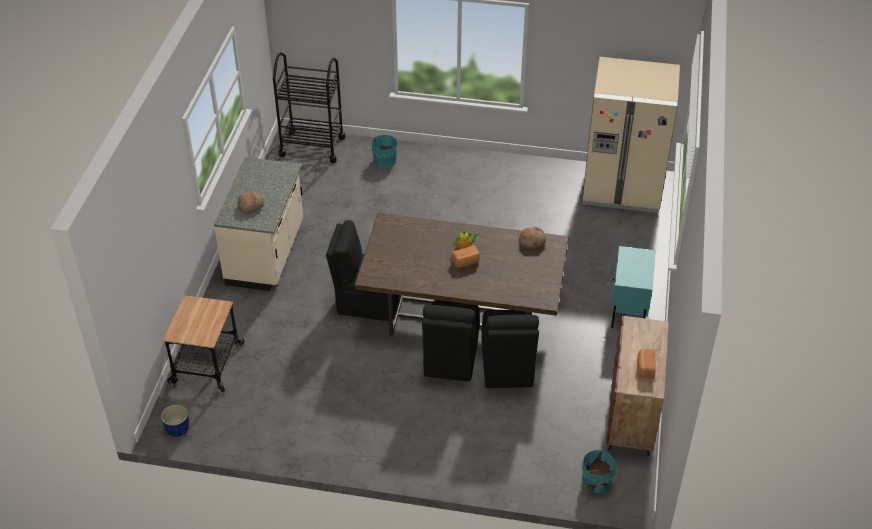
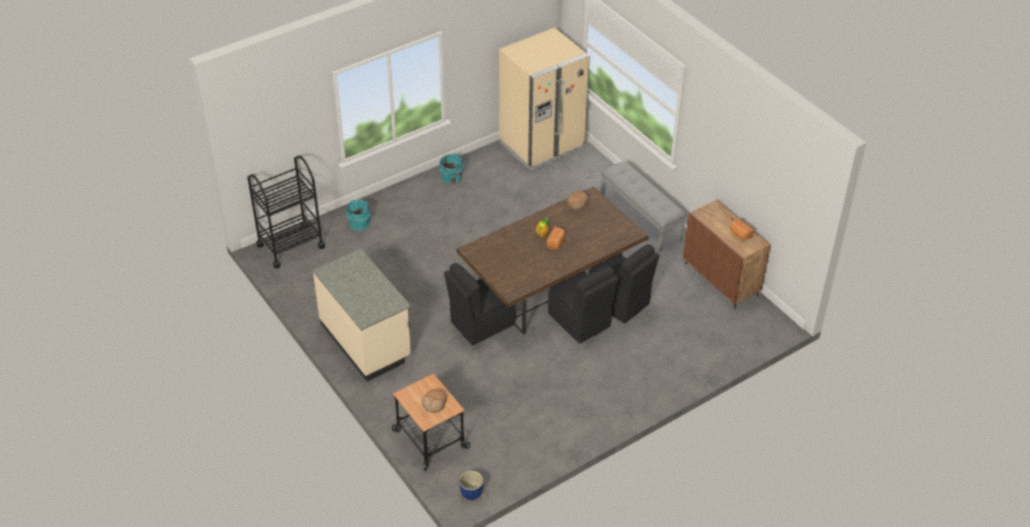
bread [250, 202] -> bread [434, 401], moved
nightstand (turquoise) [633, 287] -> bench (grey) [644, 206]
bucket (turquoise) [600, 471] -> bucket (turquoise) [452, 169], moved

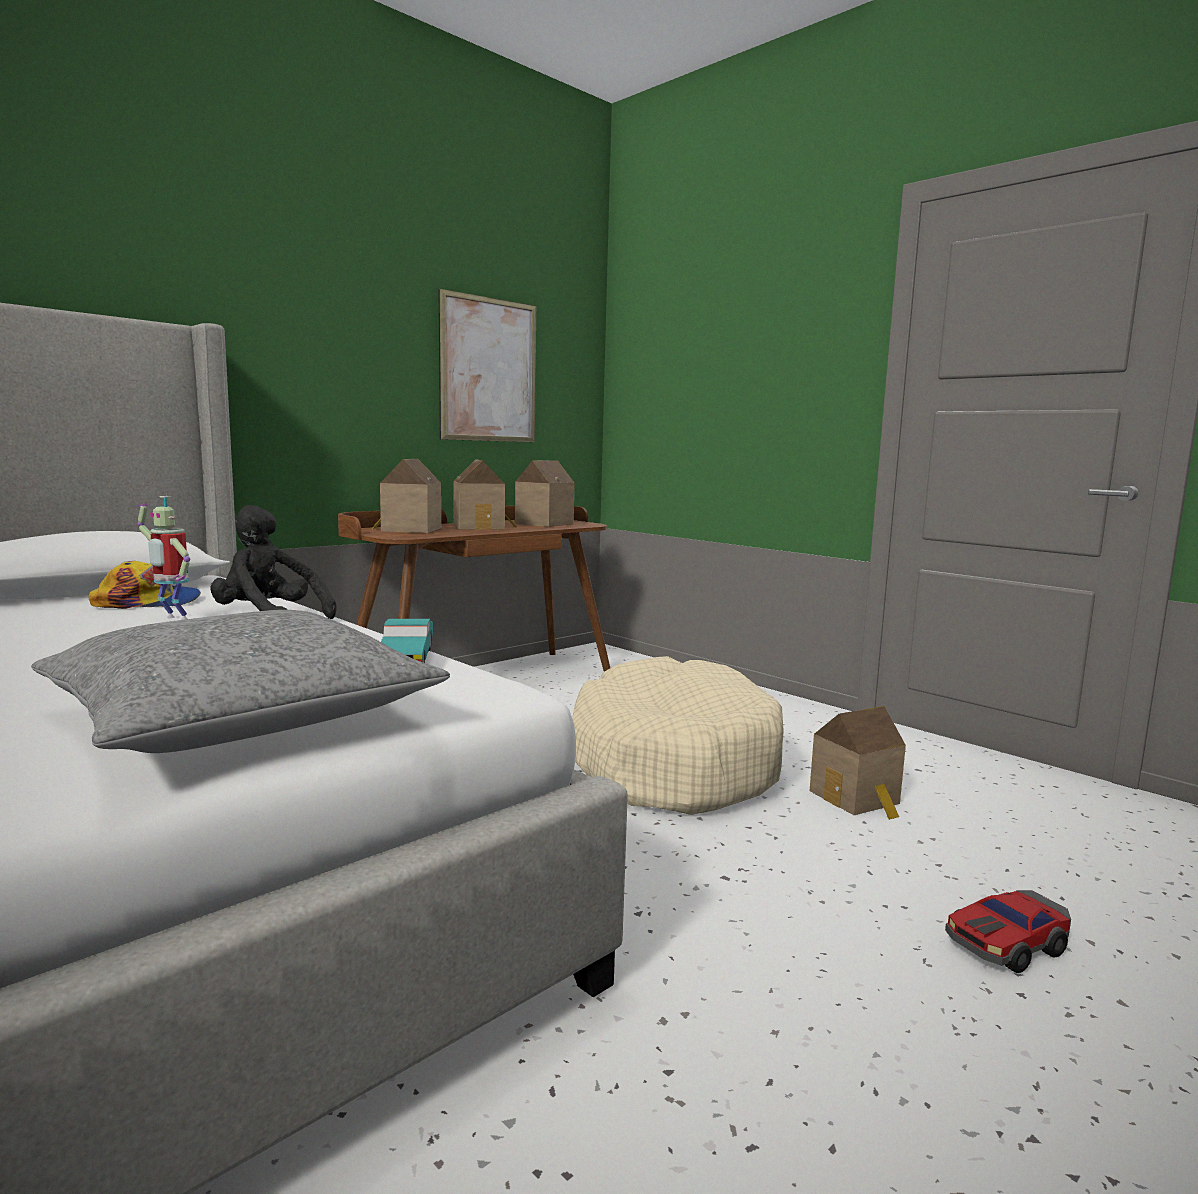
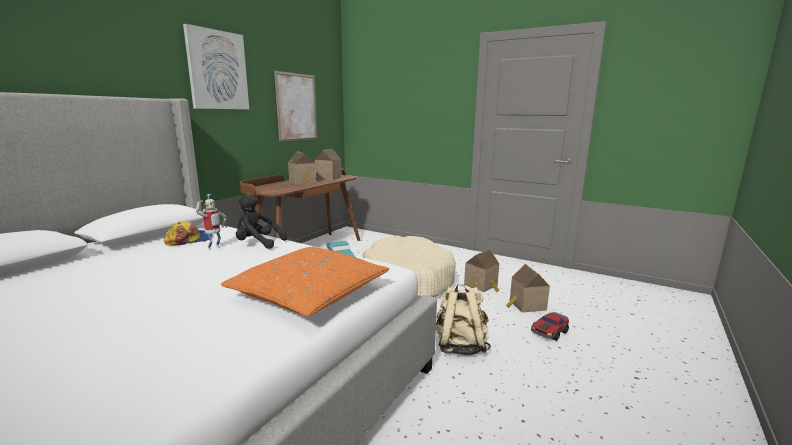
toy house [406, 496] -> toy house [528, 288], moved
toy robot [162, 558] -> toy robot [211, 222], 75 degrees counterclockwise
pillow (grey) [240, 681] -> pillow (orange) [305, 282]
none -> picture [216, 66]
none -> backpack (beige) [463, 319]

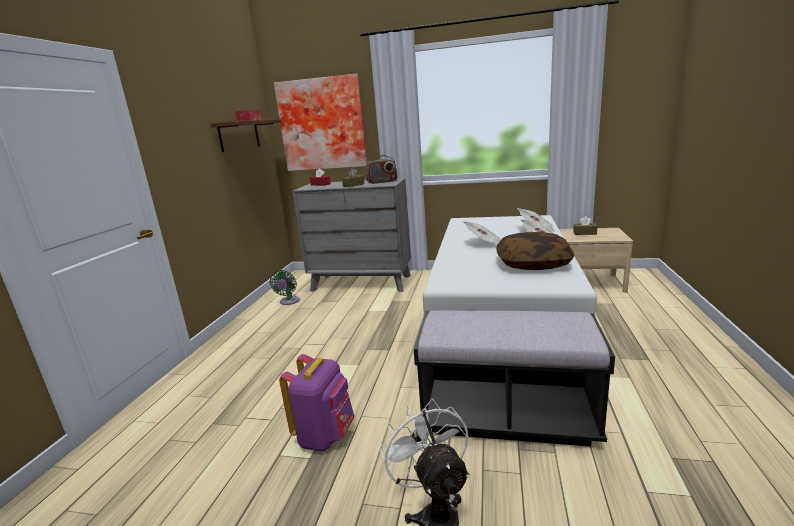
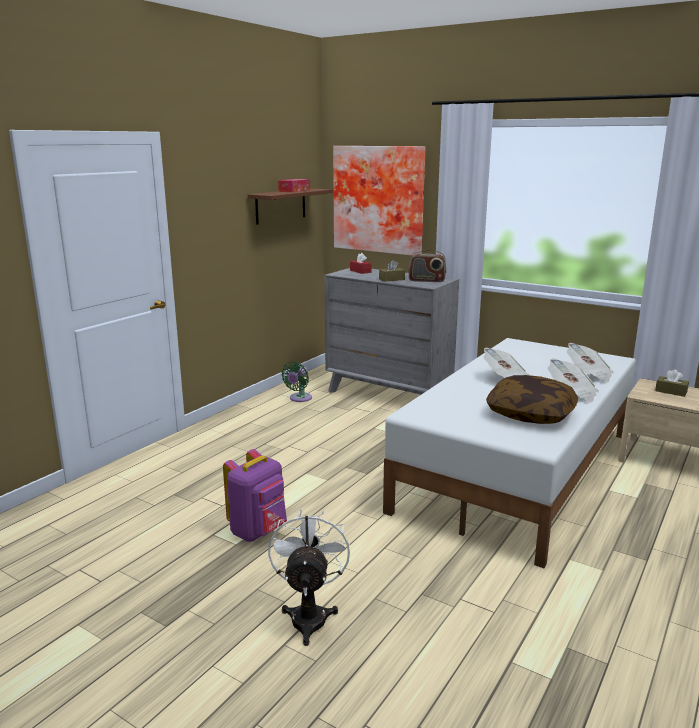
bench (black) [514, 379] -> none

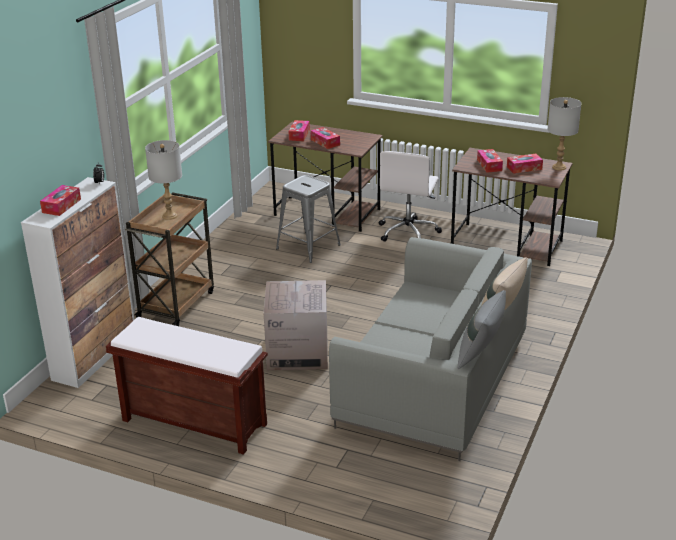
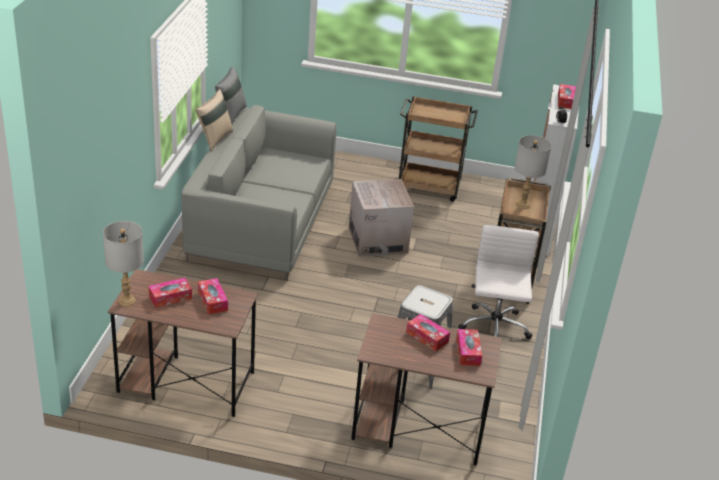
office chair (white) [410, 196] -> office chair (white) [498, 282], moved
bench (brown) [187, 386] -> cart (brown) [438, 149]

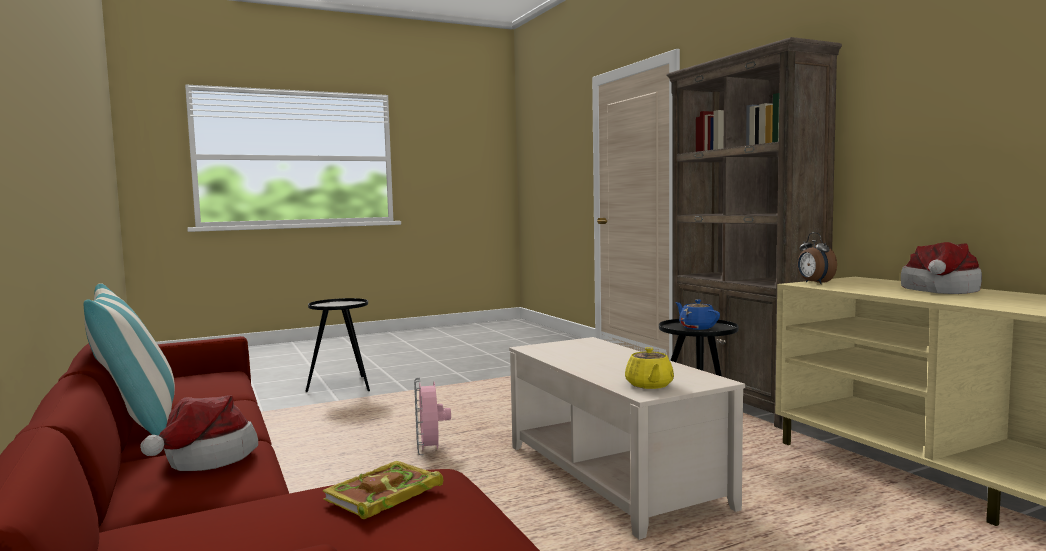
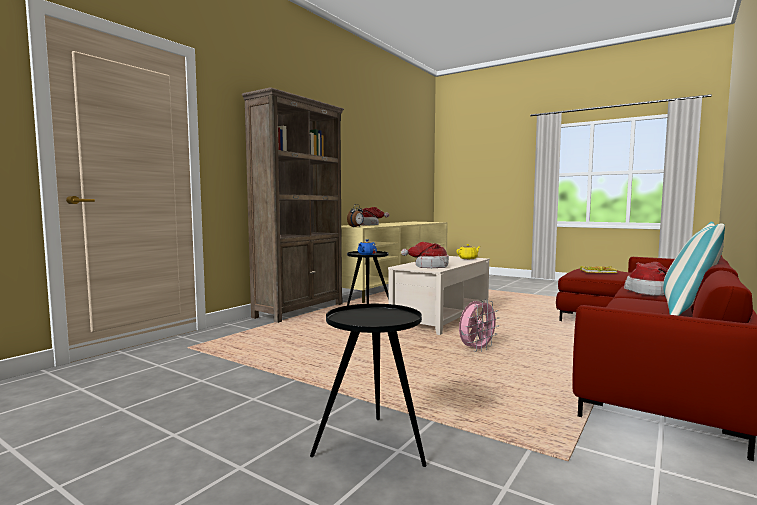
none -> hat [425, 255]

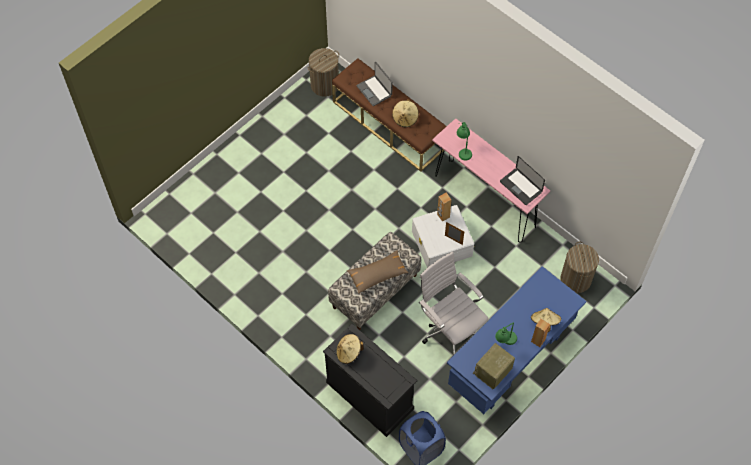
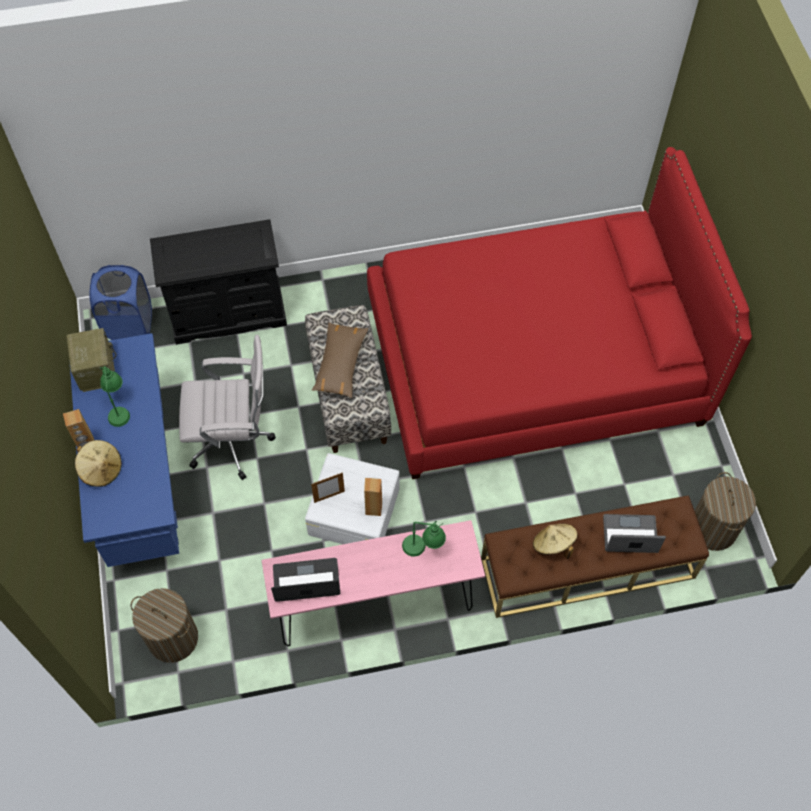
hat (beige) [350, 349] -> none
none -> bed (red) [559, 313]

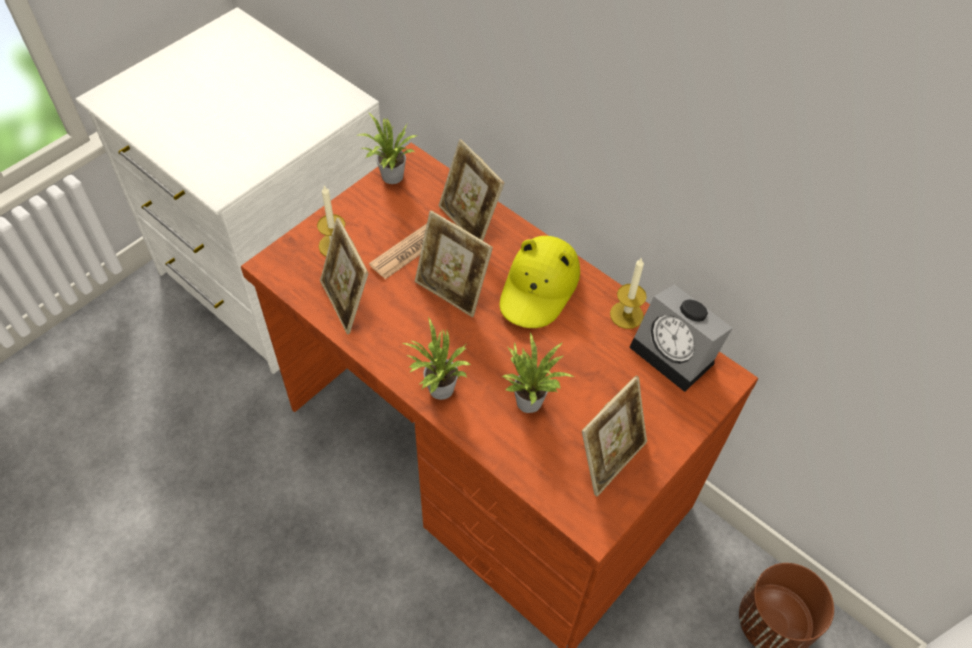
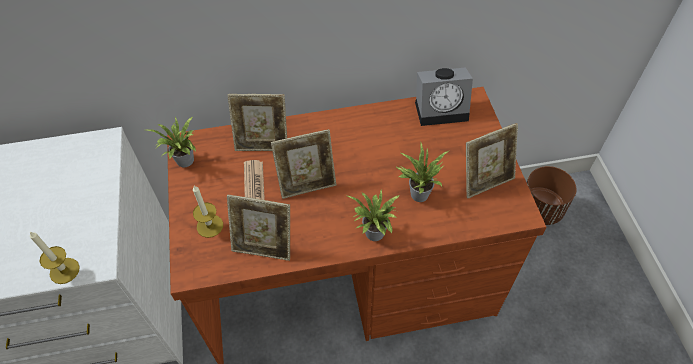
hat (yellow) [540, 282] -> none
candle [628, 293] -> candle [54, 257], moved
picture frame [614, 435] -> picture frame [492, 160], 75 degrees clockwise

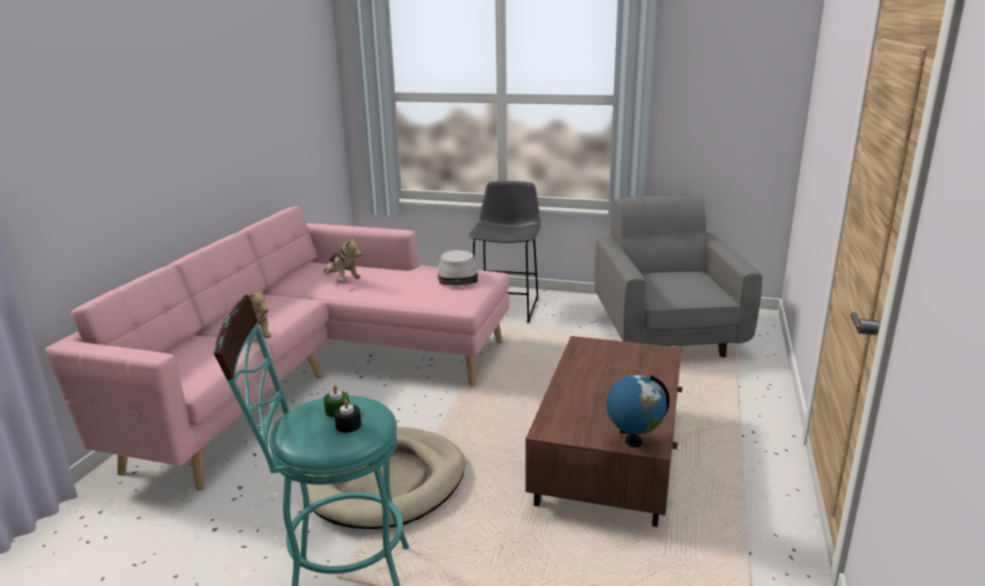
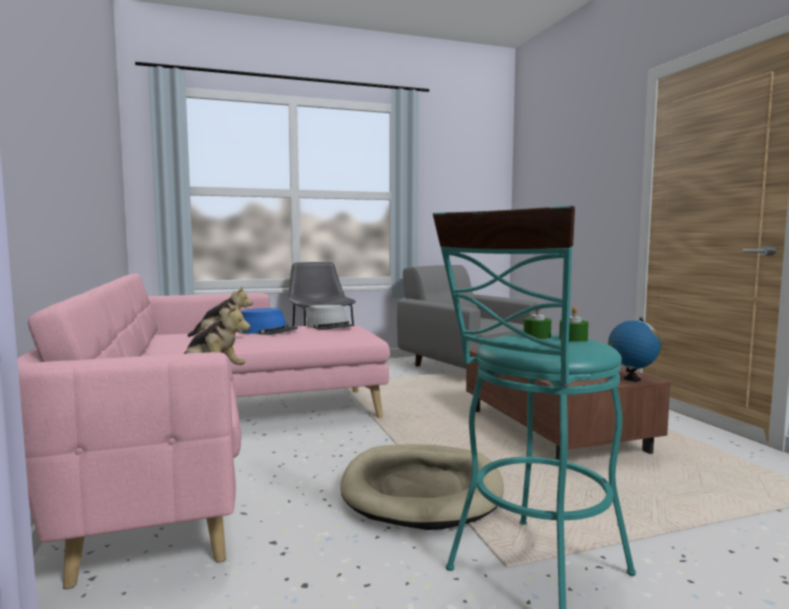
candle (black) [347, 416] -> candle (green) [574, 324]
none -> hat (blue) [269, 321]

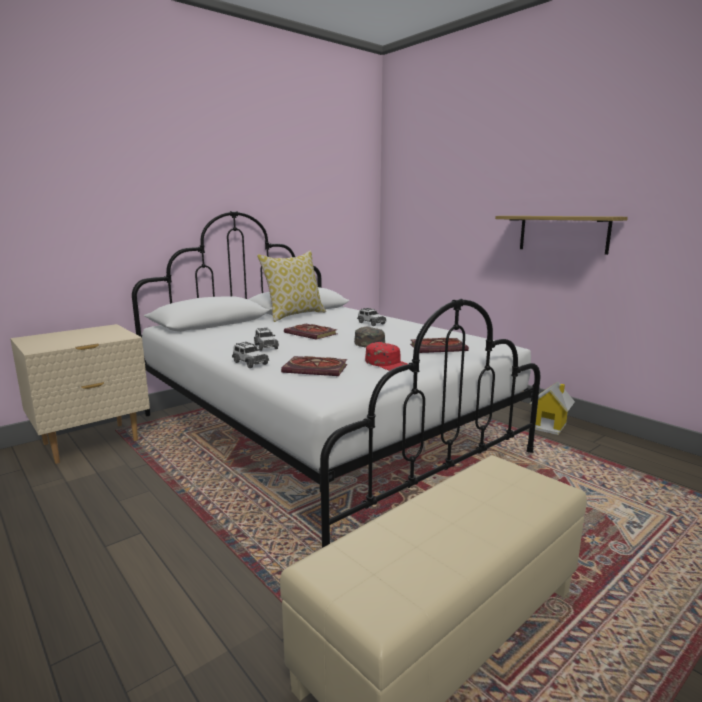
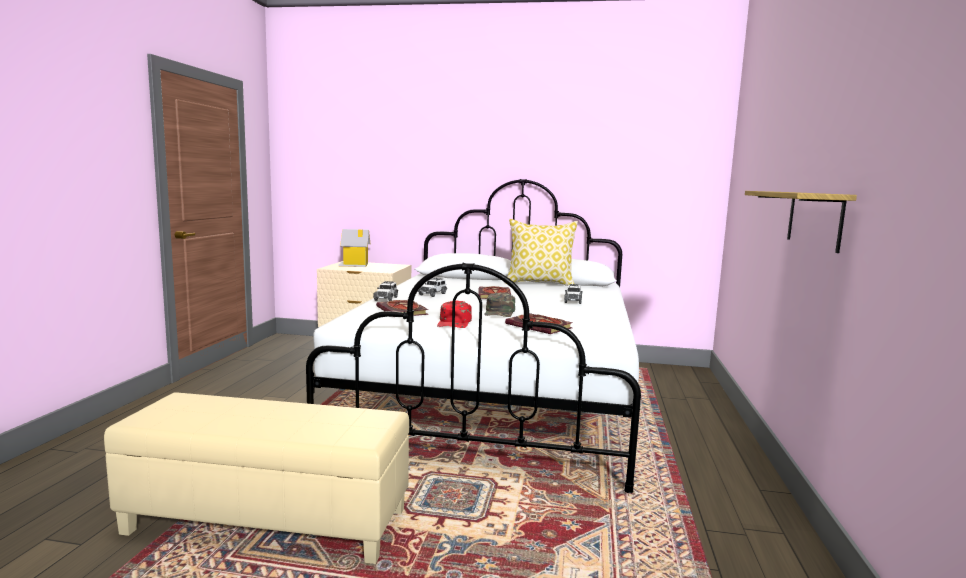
toy house [552, 408] -> toy house [354, 248], moved

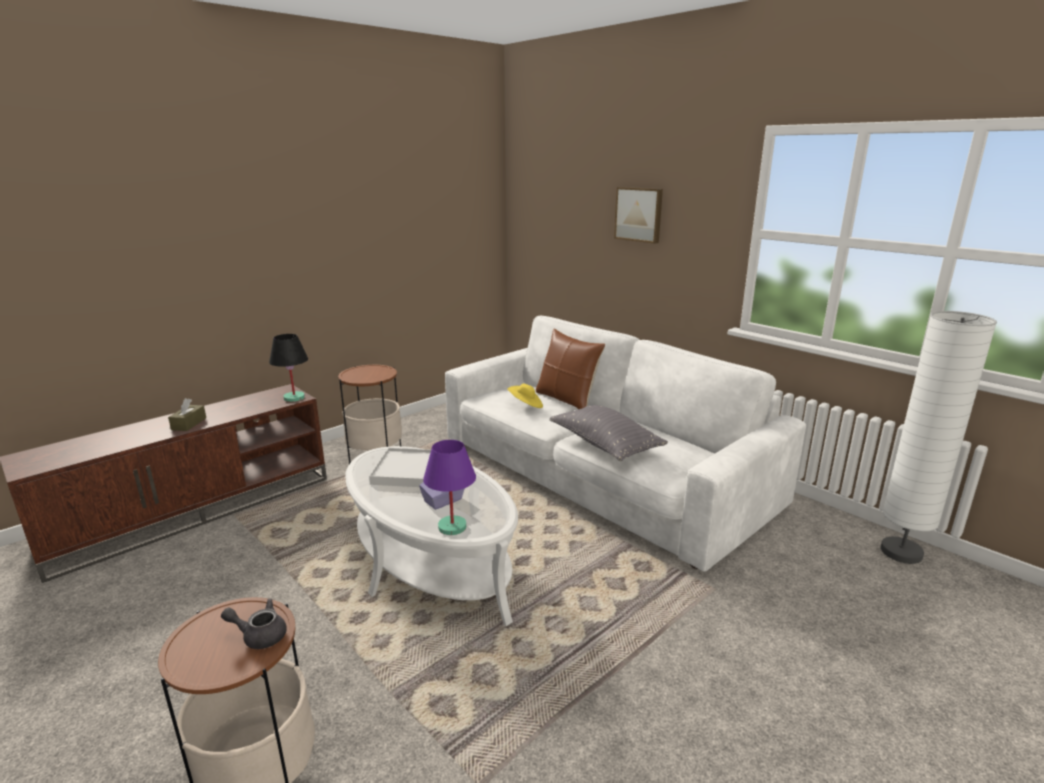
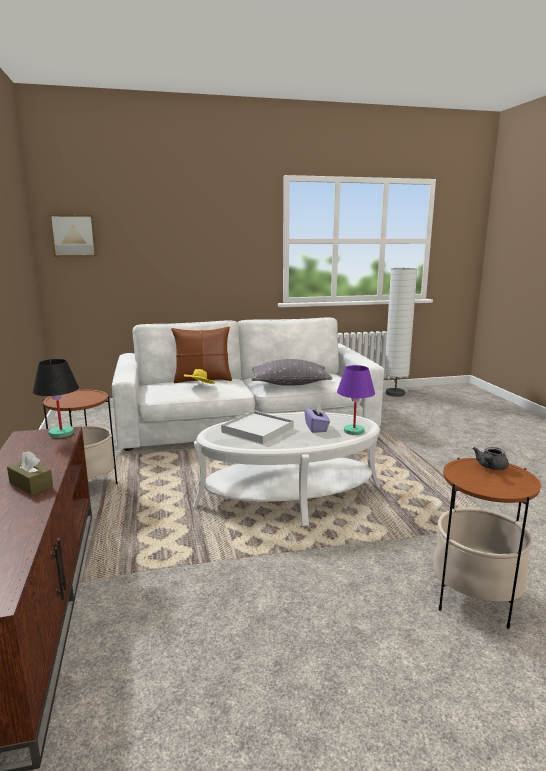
picture [638, 215] -> picture [73, 236], moved

